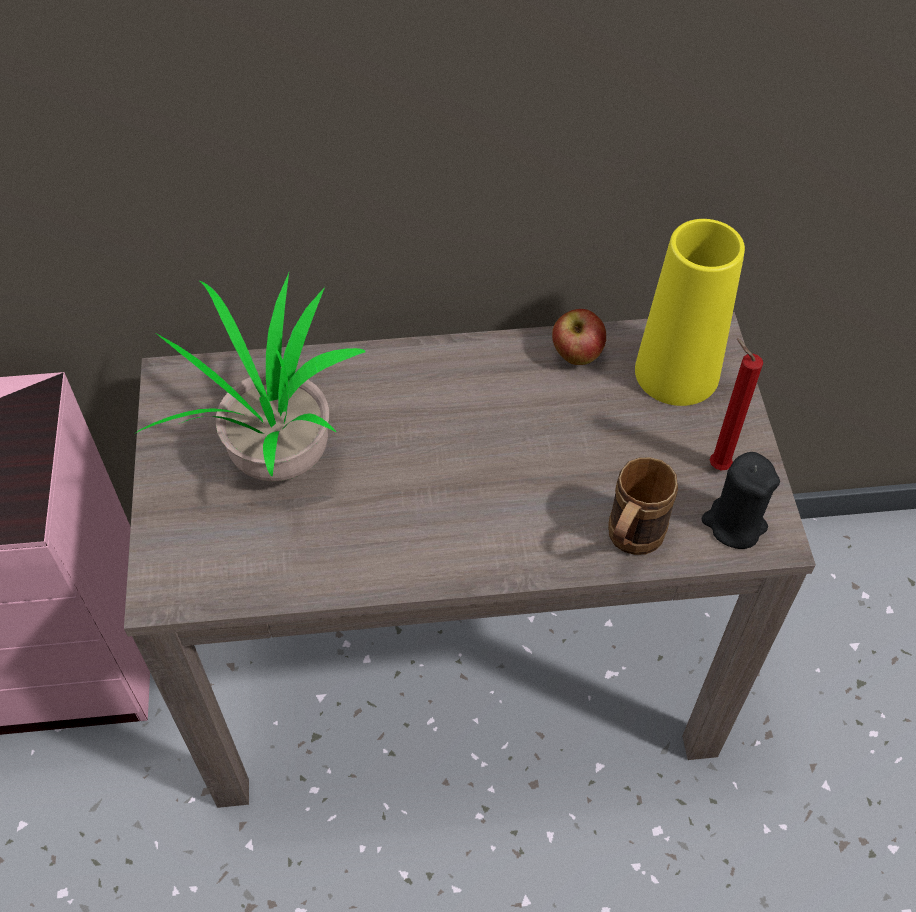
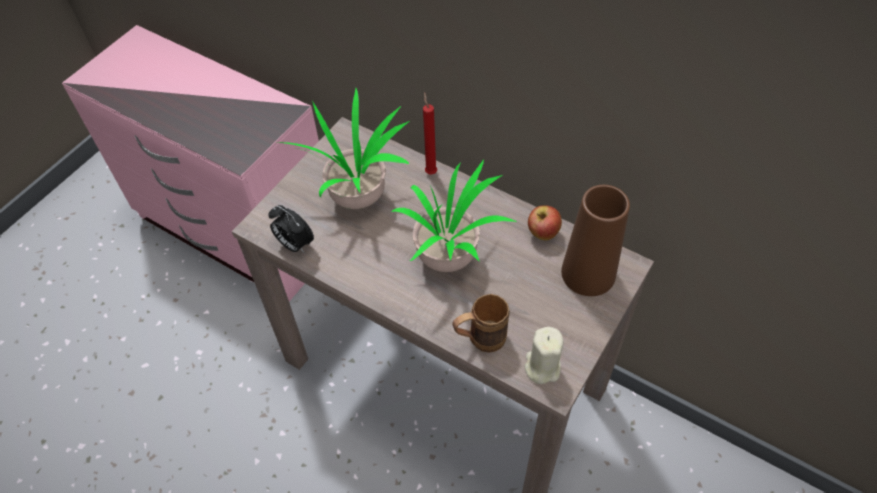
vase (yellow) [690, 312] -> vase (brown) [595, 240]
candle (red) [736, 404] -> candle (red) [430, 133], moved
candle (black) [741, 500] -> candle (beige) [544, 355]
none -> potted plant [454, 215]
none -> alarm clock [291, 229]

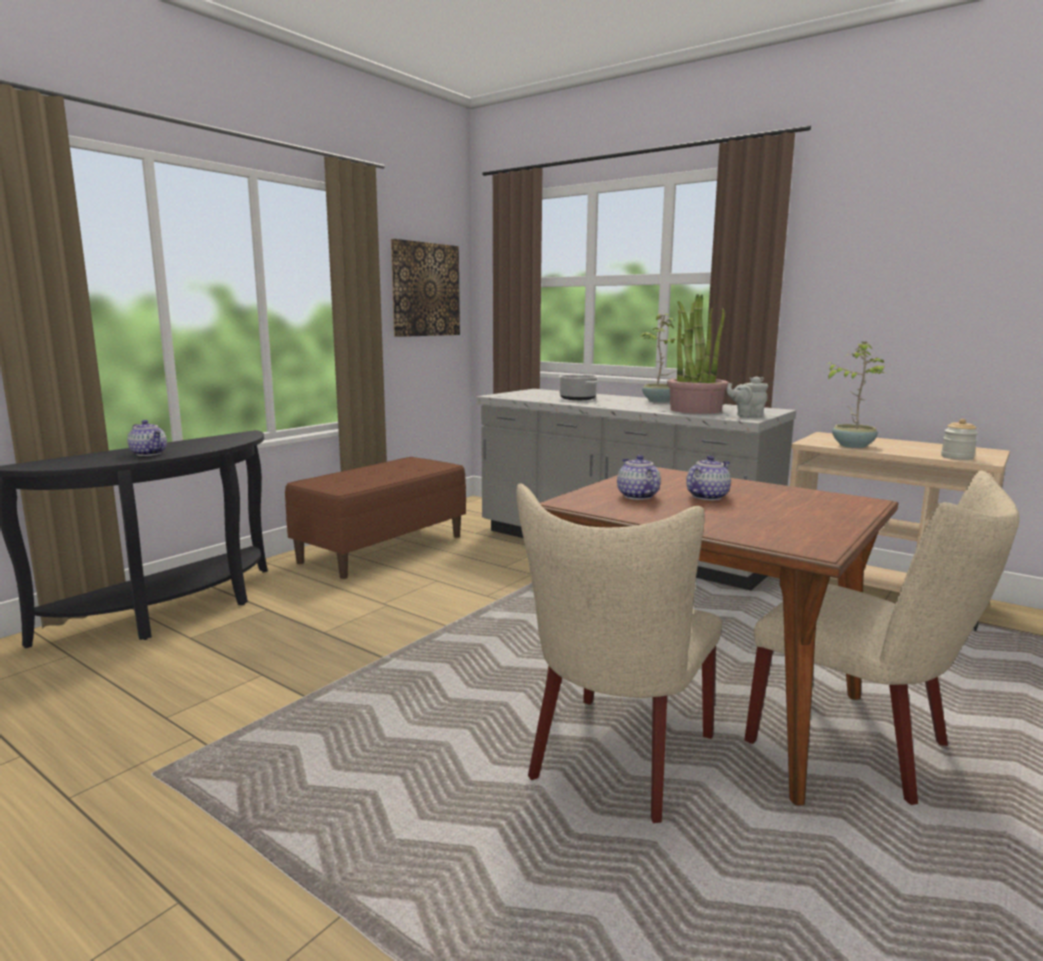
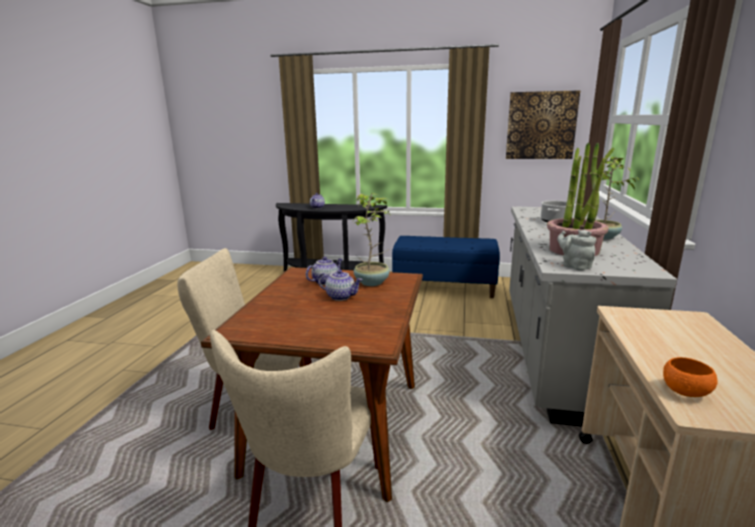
potted plant [856, 395] -> potted plant [372, 239], moved
jar [959, 439] -> bowl (orange) [690, 377]
bench (brown) [375, 518] -> bench (blue) [446, 267]

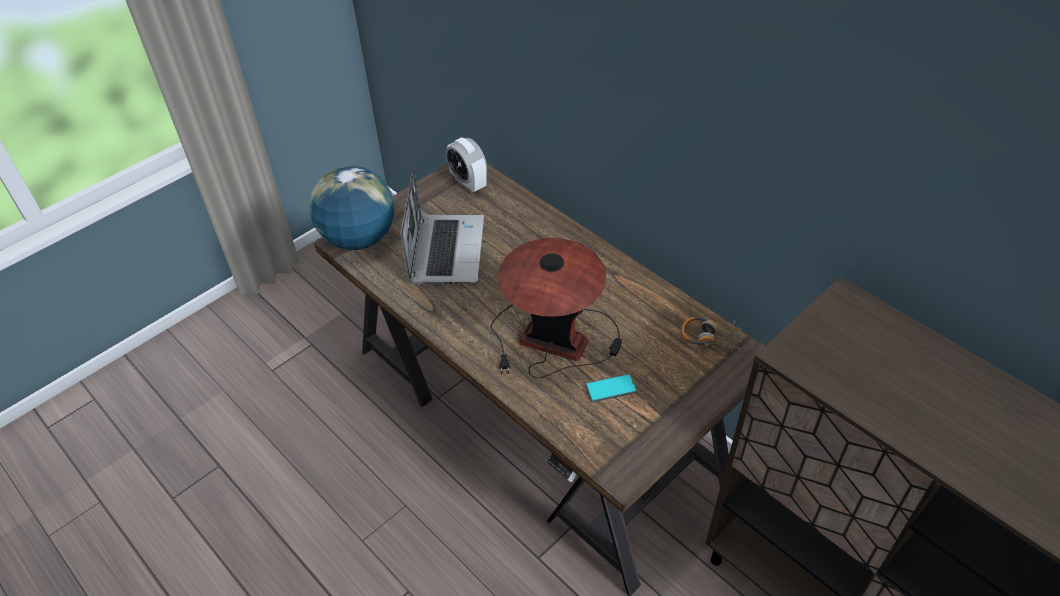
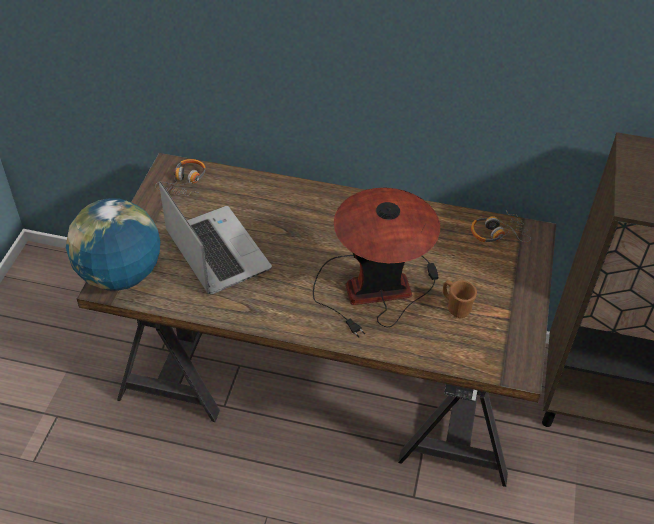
alarm clock [466, 165] -> headphones [180, 177]
phone [611, 388] -> mug (brown) [460, 299]

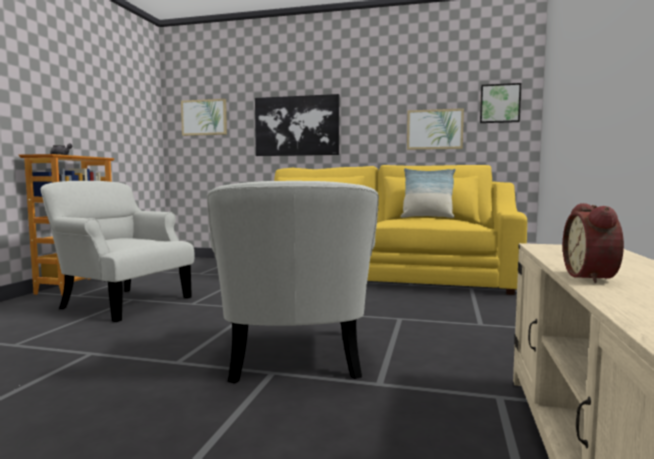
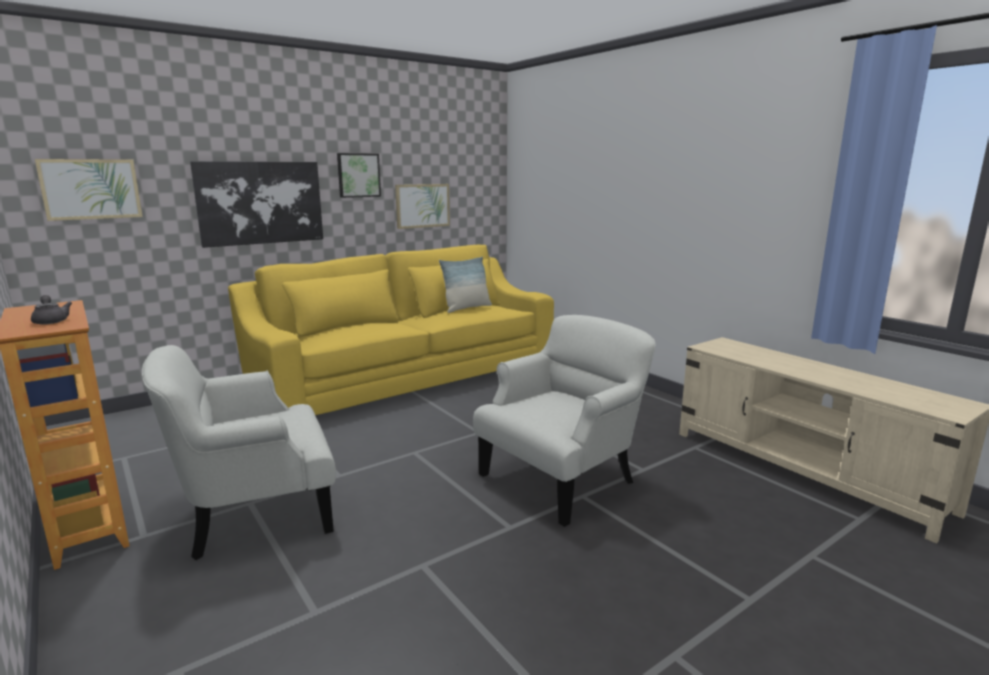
picture [500, 103] -> picture [359, 175], moved
armchair (white) [293, 282] -> armchair (white) [564, 421], 75 degrees counterclockwise
alarm clock [593, 243] -> none

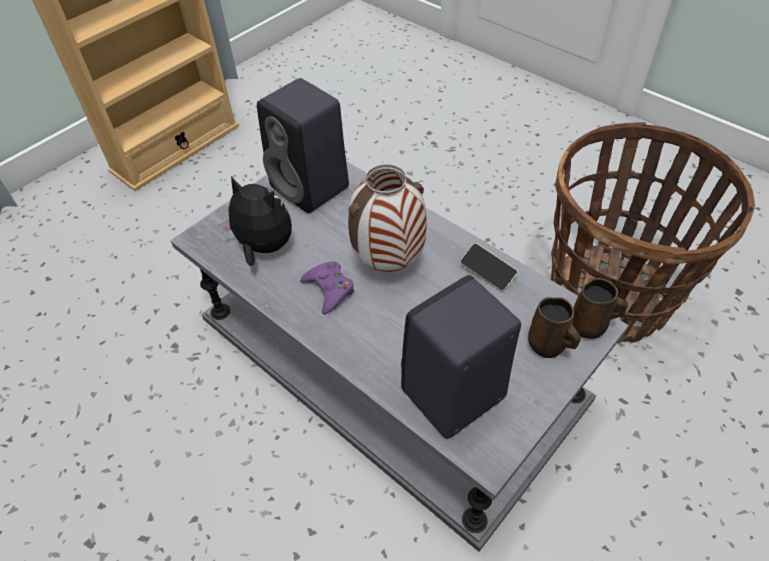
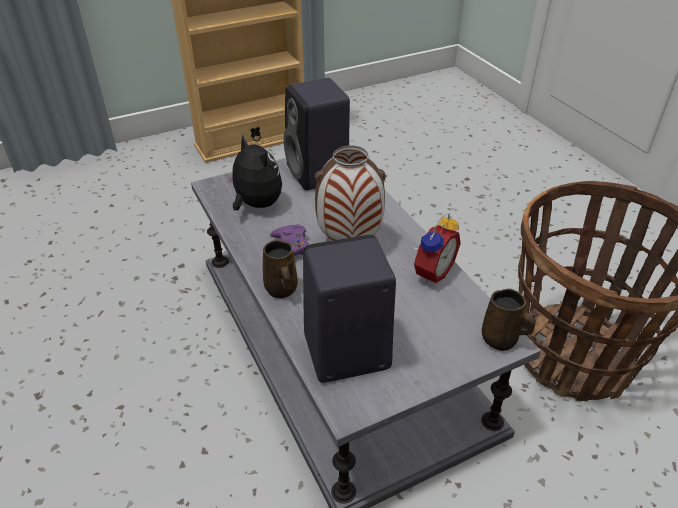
phone [489, 267] -> alarm clock [436, 248]
mug (brown) [554, 327] -> mug (brown) [280, 269], moved

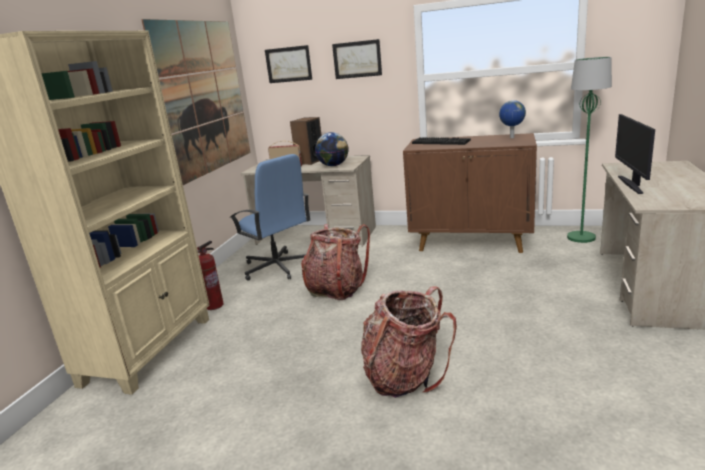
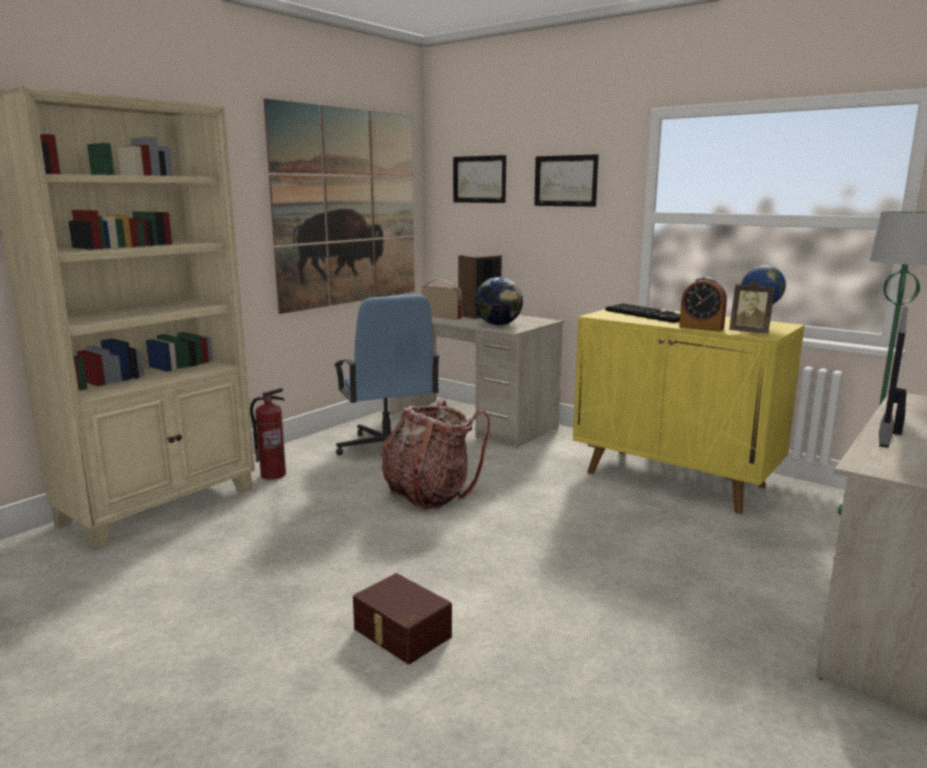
cabinet (brown) [470, 193] -> cabinet (yellow) [689, 411]
backpack [409, 342] -> storage box (brown) [402, 618]
none -> alarm clock [703, 304]
none -> picture frame [752, 307]

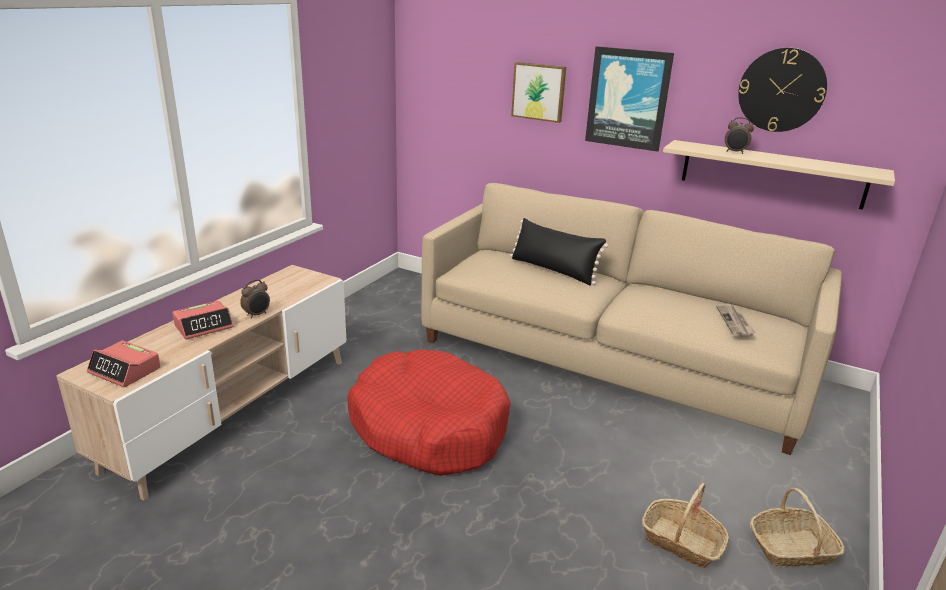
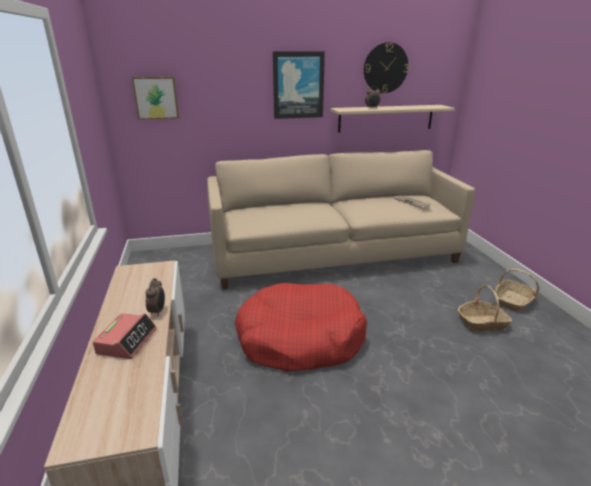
picture [538, 92] -> picture [155, 98], moved
pillow (black) [559, 252] -> none
alarm clock [124, 363] -> none

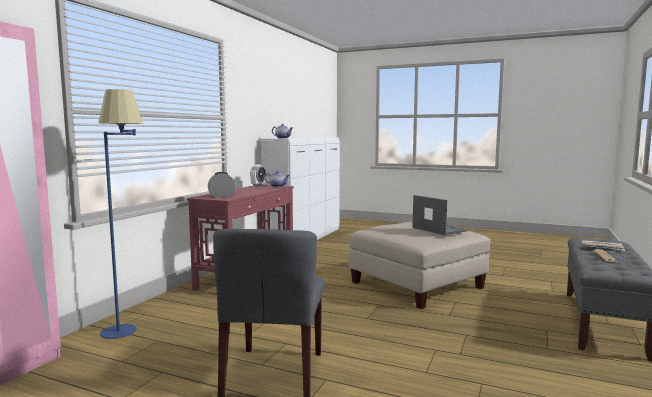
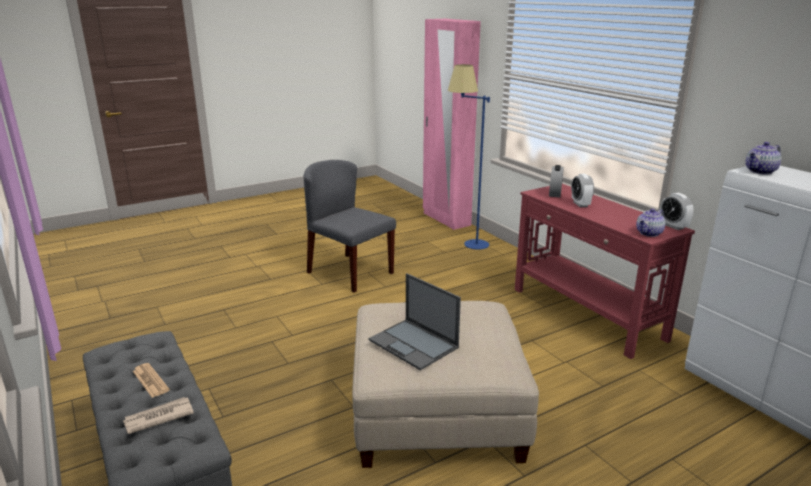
laptop [439, 215] -> laptop [414, 321], 45 degrees clockwise
none -> alarm clock [582, 190]

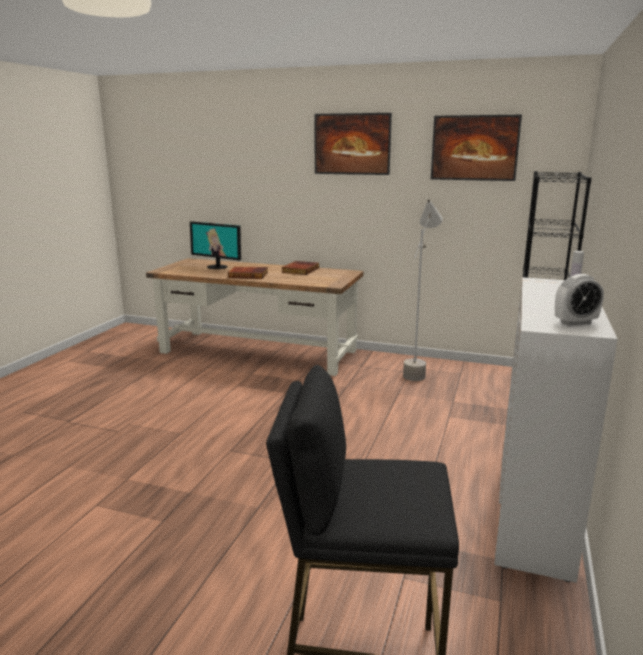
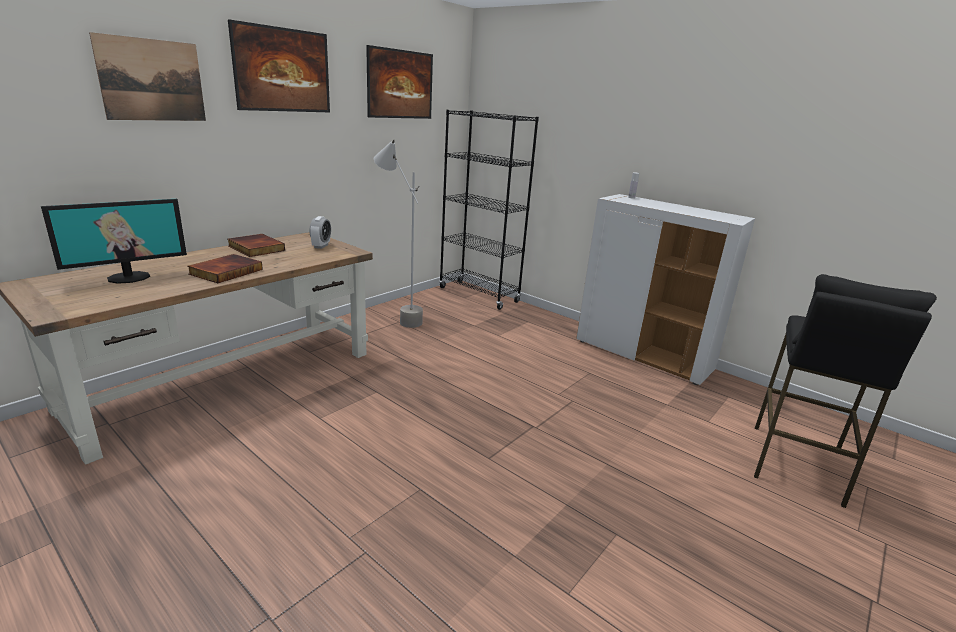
alarm clock [579, 300] -> alarm clock [320, 232], moved
none -> picture [147, 76]

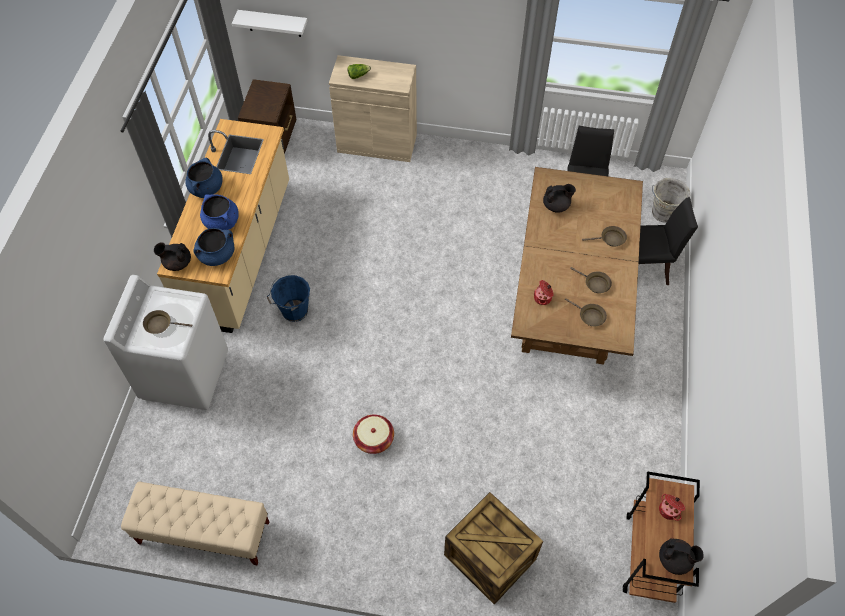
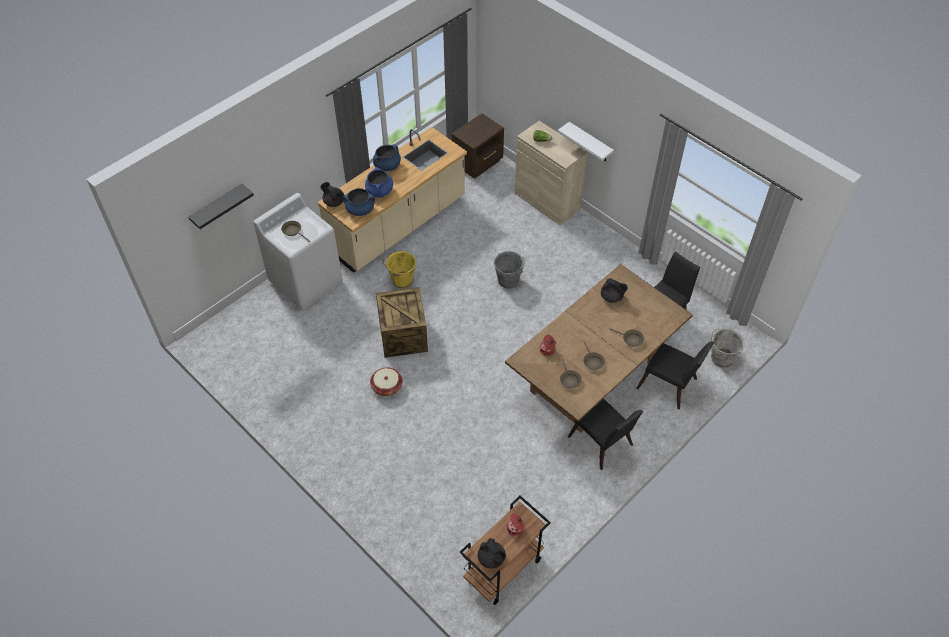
shelf (white) [270, 23] -> shelf (white) [586, 141], moved
bucket (blue) [288, 298] -> bucket (yellow) [399, 269]
bench (beige) [195, 523] -> none
crate [493, 548] -> crate [402, 322], moved
none -> shelf (black) [221, 206]
none -> bucket (grey) [509, 270]
none -> chair (black) [605, 434]

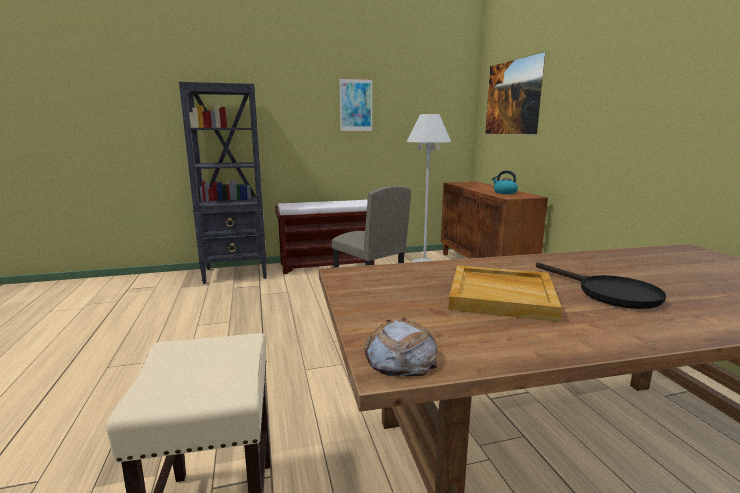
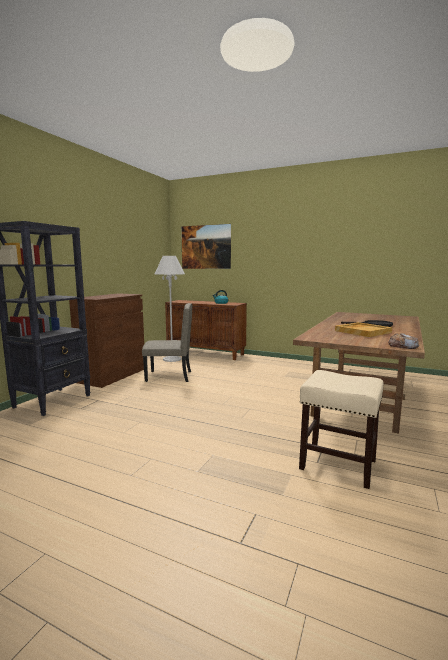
picture [356, 105] -> none
bench (brown) [324, 237] -> cabinet (brown) [106, 340]

